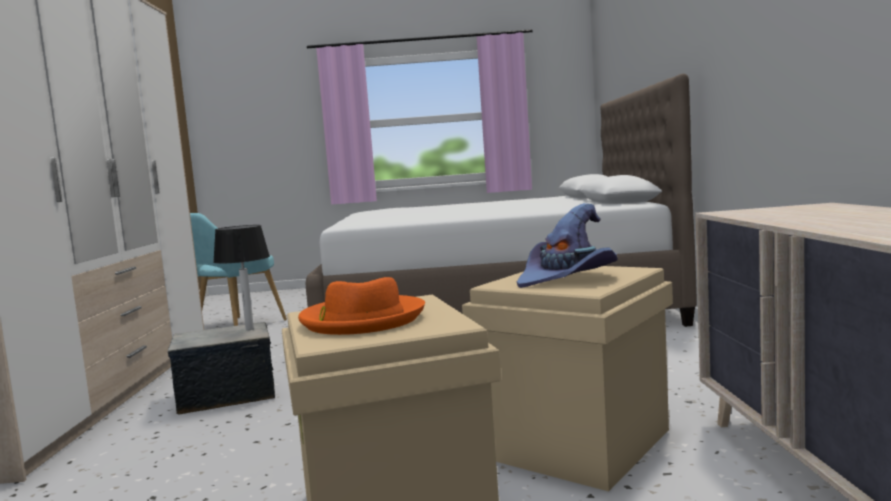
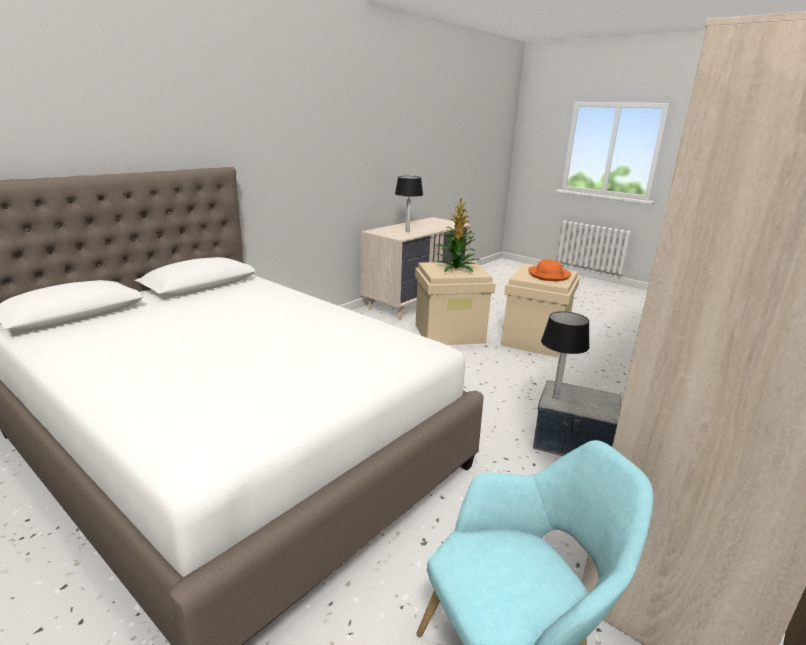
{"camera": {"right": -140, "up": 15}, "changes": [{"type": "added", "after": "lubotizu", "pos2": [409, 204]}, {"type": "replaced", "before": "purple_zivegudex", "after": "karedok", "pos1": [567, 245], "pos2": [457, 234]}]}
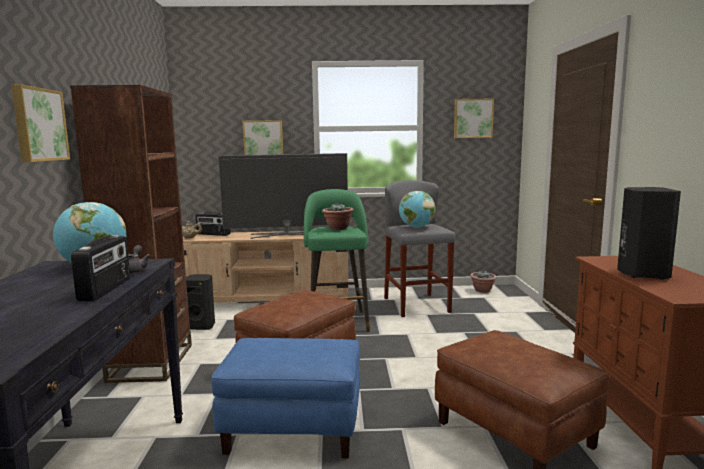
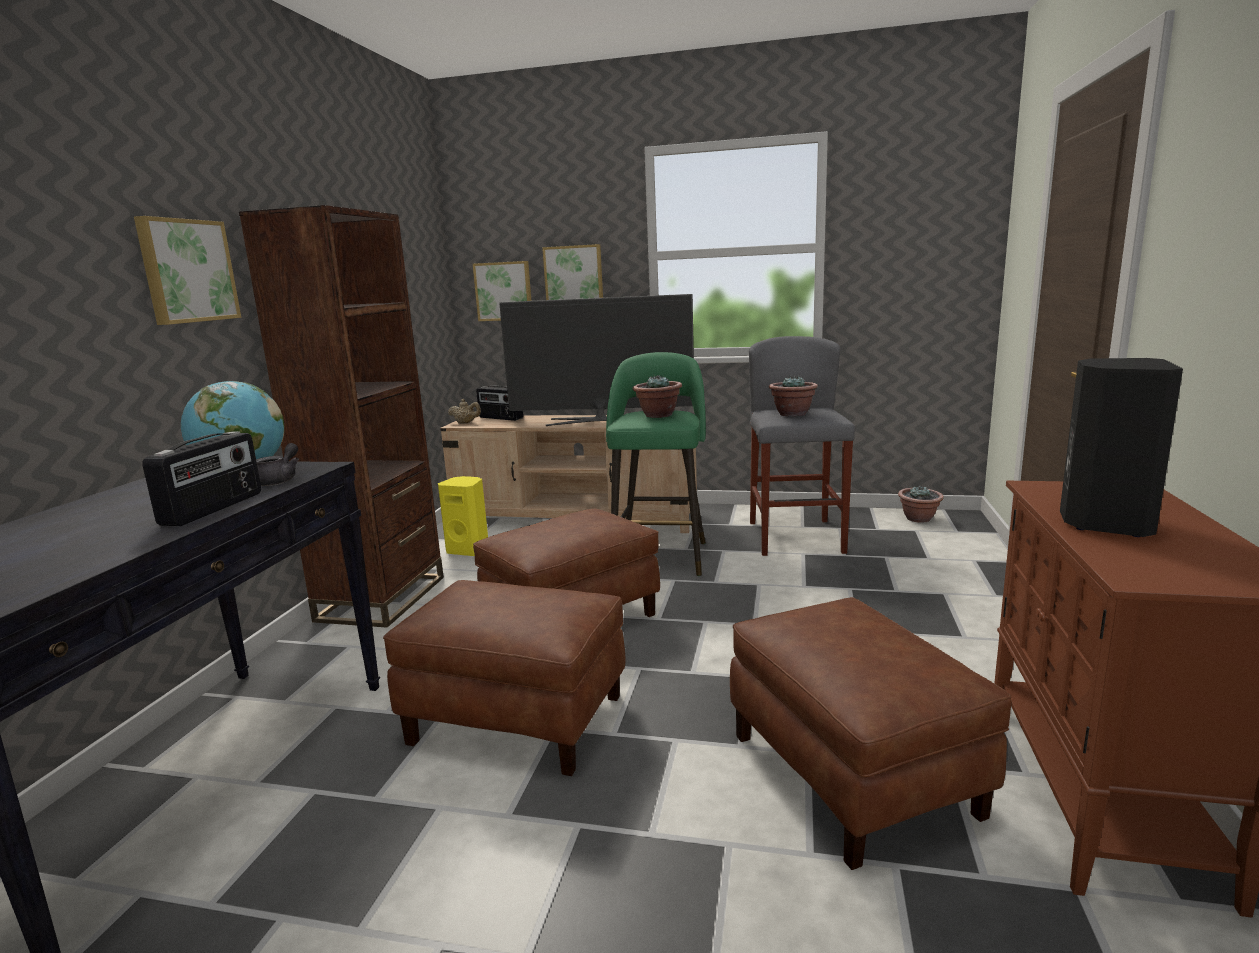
{"camera": {"right": 15, "up": 5}, "changes": [{"type": "recoloured", "before": "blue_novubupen", "after": "brown_novubupen", "pos1": [285, 398], "pos2": [504, 678]}, {"type": "recoloured", "before": "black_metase", "after": "yellow_metase", "pos1": [200, 302], "pos2": [463, 516]}, {"type": "moved", "before": "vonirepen", "pos1": [474, 118], "pos2": [502, 291]}, {"type": "replaced", "before": "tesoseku", "after": "karedok", "pos1": [417, 209], "pos2": [793, 396]}]}
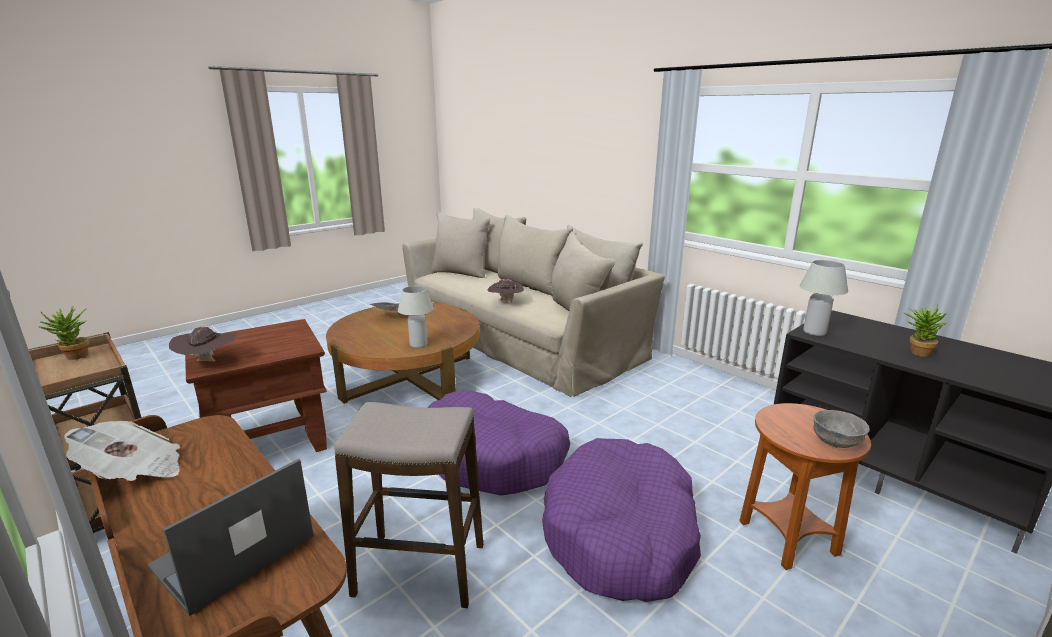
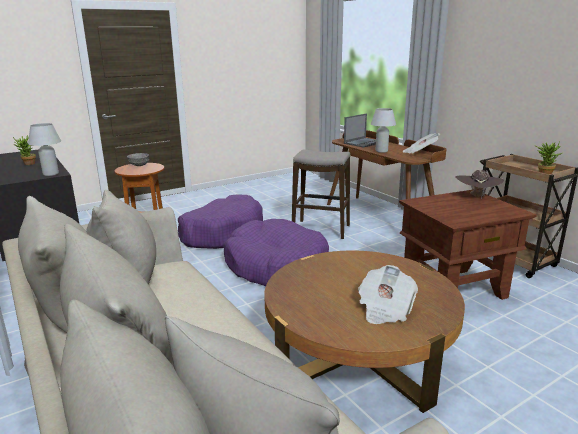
{"camera": {"right": -170, "up": 0}, "changes": [{"type": "moved", "before": "white_lubotizu", "pos1": [416, 317], "pos2": [383, 130]}, {"type": "removed", "before": "brown_zivegudex", "pos1": [505, 290]}]}
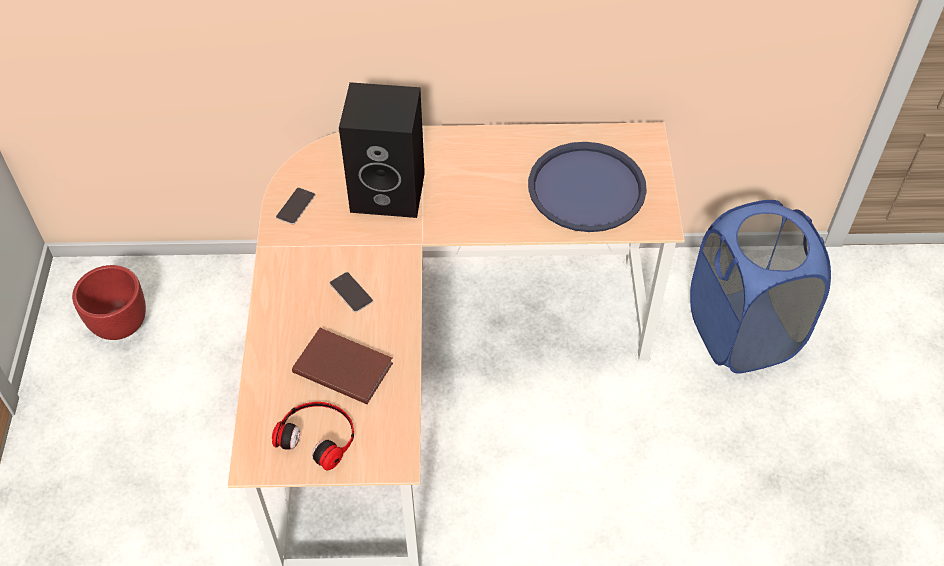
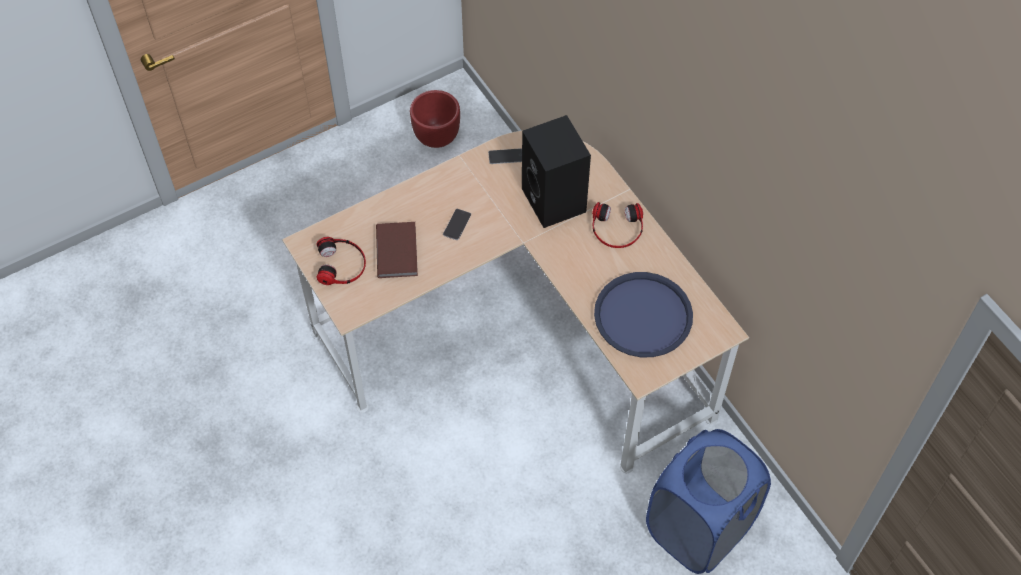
{"camera": {"right": 60, "up": 5}, "changes": [{"type": "added", "after": "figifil", "pos2": [617, 225]}]}
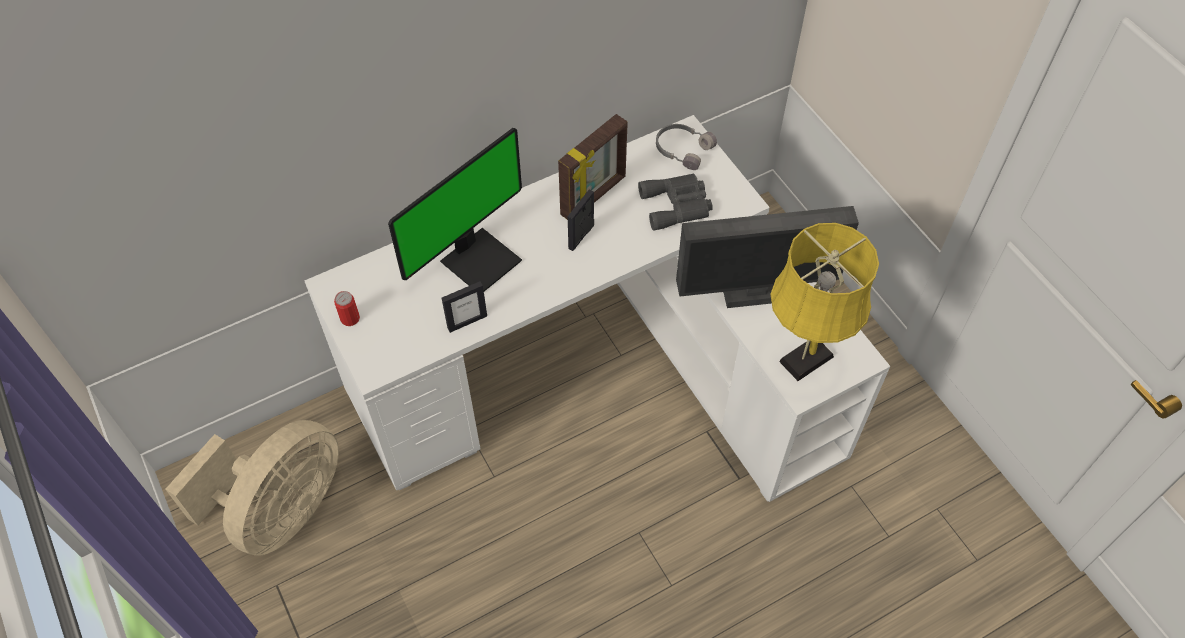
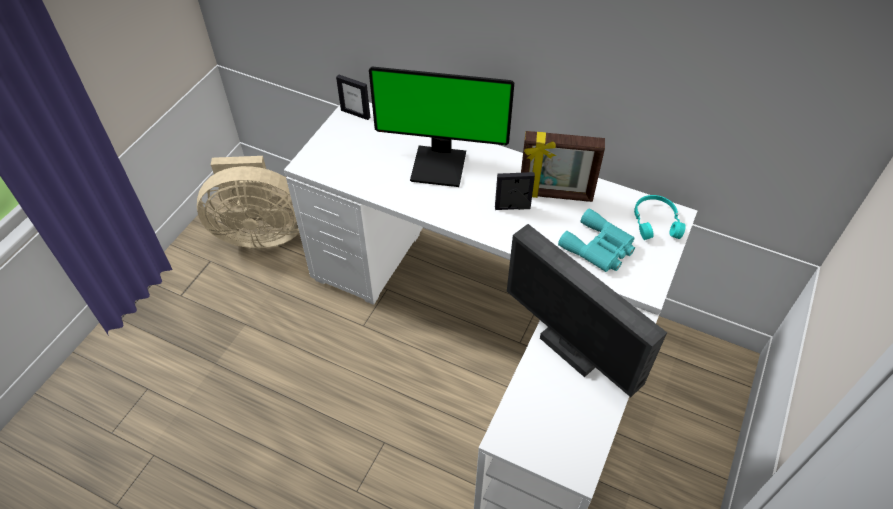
{"camera": {"right": 55, "up": -5}, "changes": [{"type": "moved", "before": "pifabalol", "pos1": [464, 307], "pos2": [353, 97]}, {"type": "recoloured", "before": "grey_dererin", "after": "turquoise_dererin", "pos1": [675, 202], "pos2": [596, 240]}, {"type": "recoloured", "before": "grey_figifil", "after": "turquoise_figifil", "pos1": [686, 147], "pos2": [660, 217]}, {"type": "removed", "before": "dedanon", "pos1": [347, 308]}, {"type": "removed", "before": "yellow_lubotizu", "pos1": [824, 302]}]}
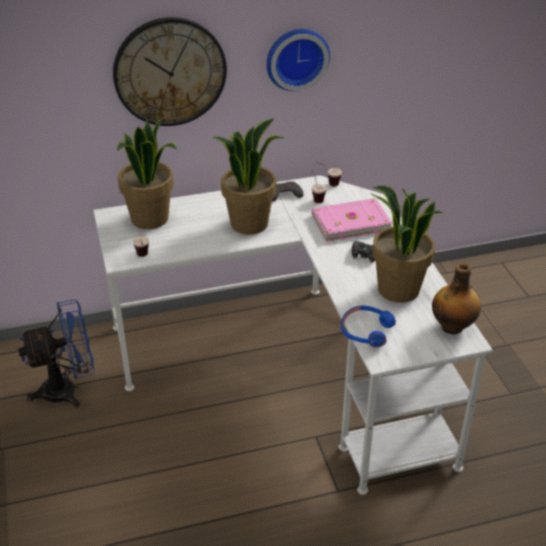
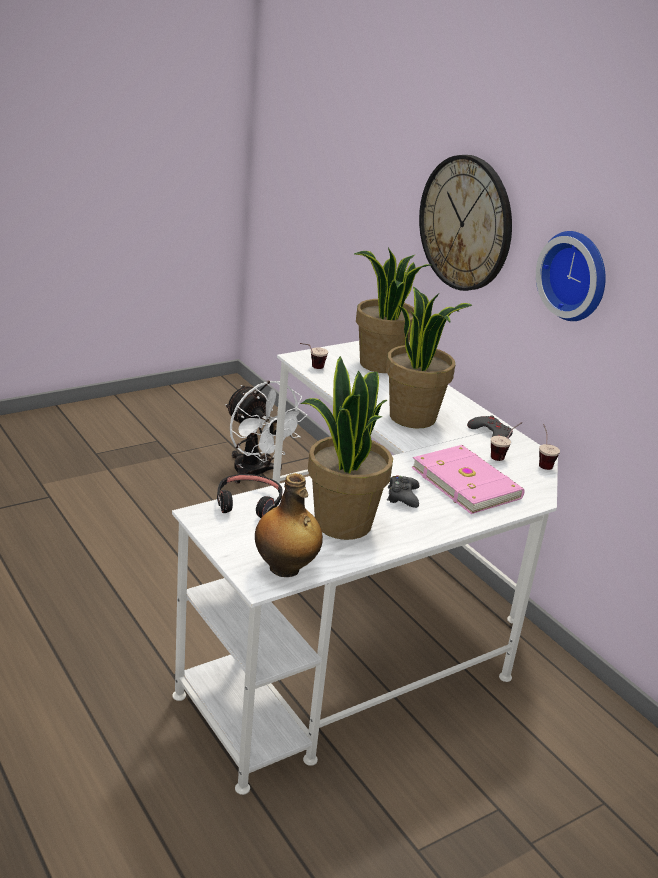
{"camera": {"right": 70, "up": -10}, "changes": [{"type": "recoloured", "before": "blue_figifil", "after": "black_figifil", "pos1": [368, 326], "pos2": [250, 496]}, {"type": "recoloured", "before": "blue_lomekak", "after": "white_lomekak", "pos1": [56, 353], "pos2": [266, 432]}]}
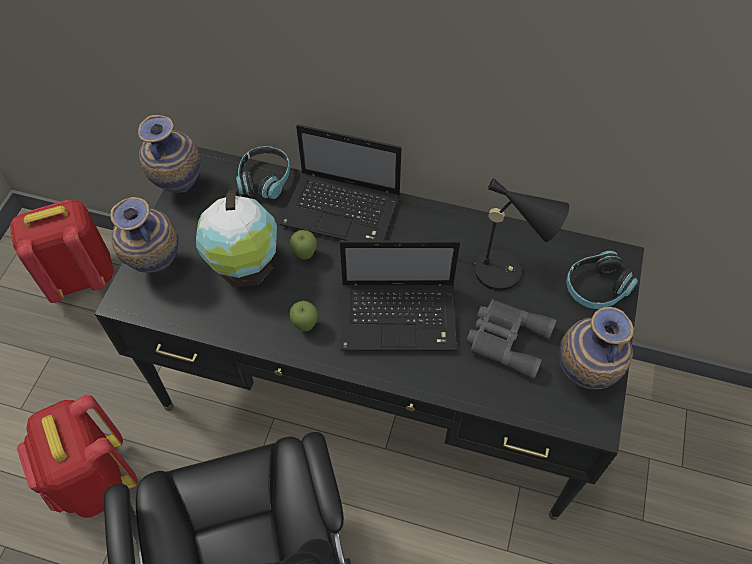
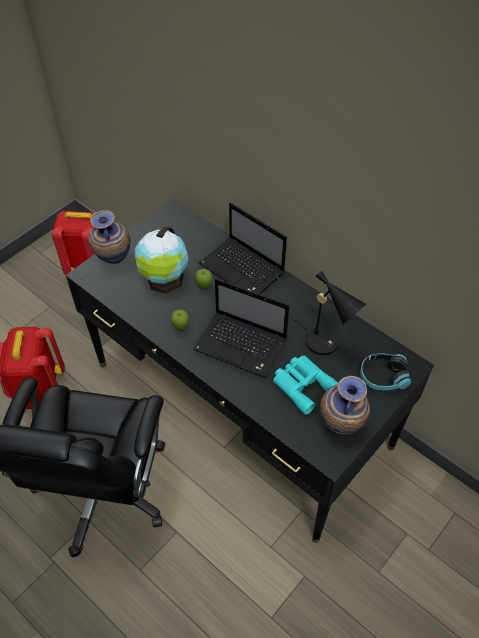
{"camera": {"right": 25, "up": -5}, "changes": [{"type": "recoloured", "before": "grey_dererin", "after": "turquoise_dererin", "pos1": [511, 339], "pos2": [305, 385]}, {"type": "removed", "before": "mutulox", "pos1": [169, 154]}, {"type": "removed", "before": "figifil", "pos1": [263, 172]}]}
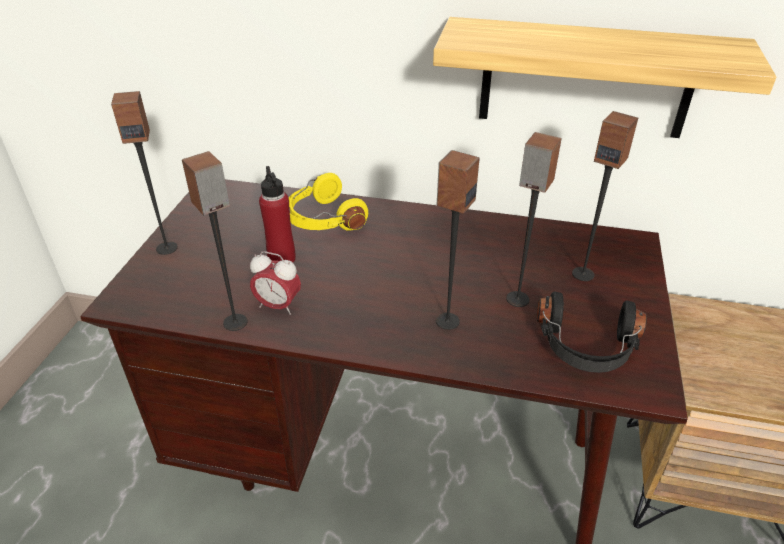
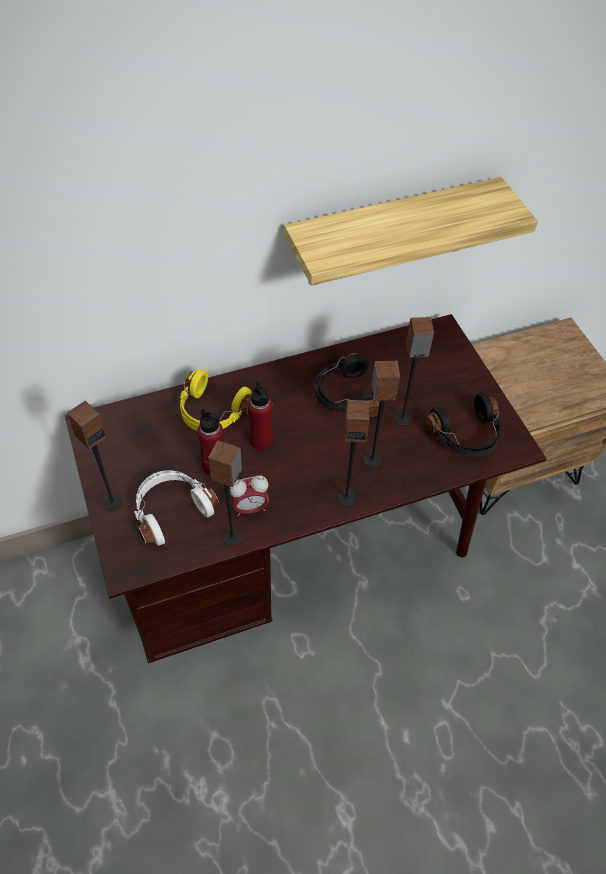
{"camera": {"right": -35, "up": 15}, "changes": [{"type": "added", "after": "white_figifil", "pos2": [176, 508]}, {"type": "added", "after": "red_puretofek", "pos2": [260, 415]}, {"type": "added", "after": "black_figifil", "pos2": [347, 385]}, {"type": "moved", "before": "metase", "pos1": [605, 196], "pos2": [353, 453]}]}
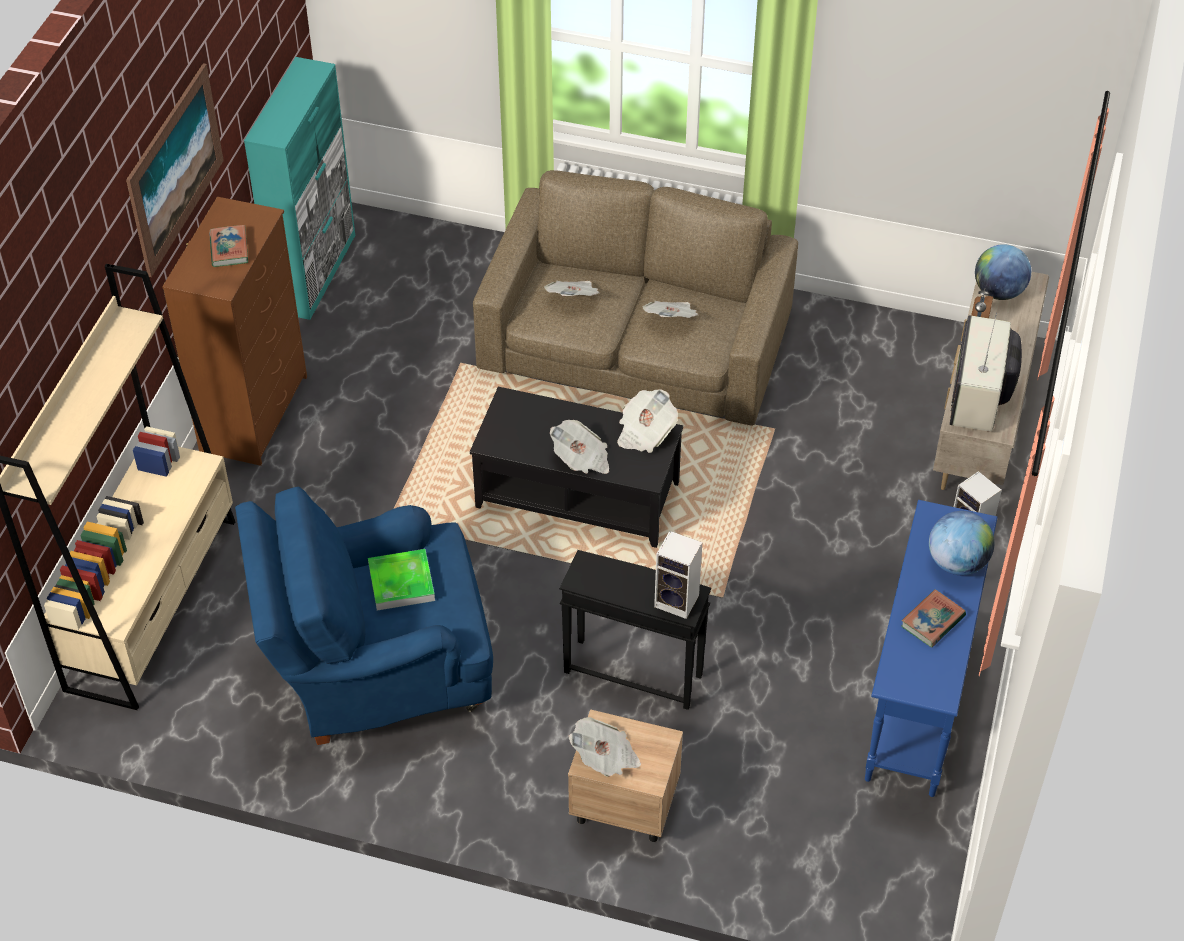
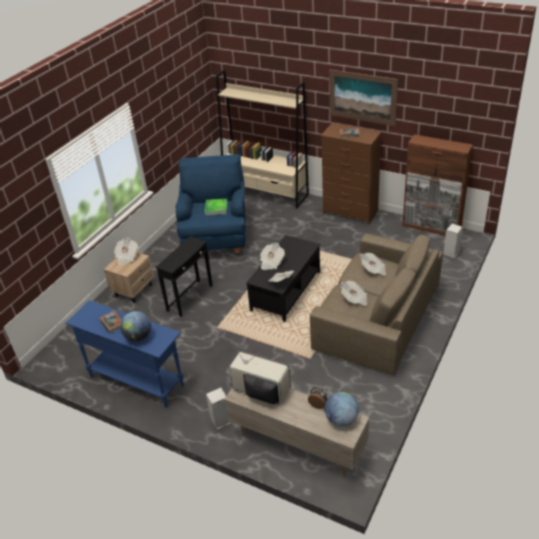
{"camera": {"right": 105, "up": -10}, "changes": [{"type": "recoloured", "before": "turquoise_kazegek", "after": "brown_kazegek", "pos1": [299, 188], "pos2": [437, 185]}, {"type": "moved", "before": "metase", "pos1": [678, 575], "pos2": [453, 240]}]}
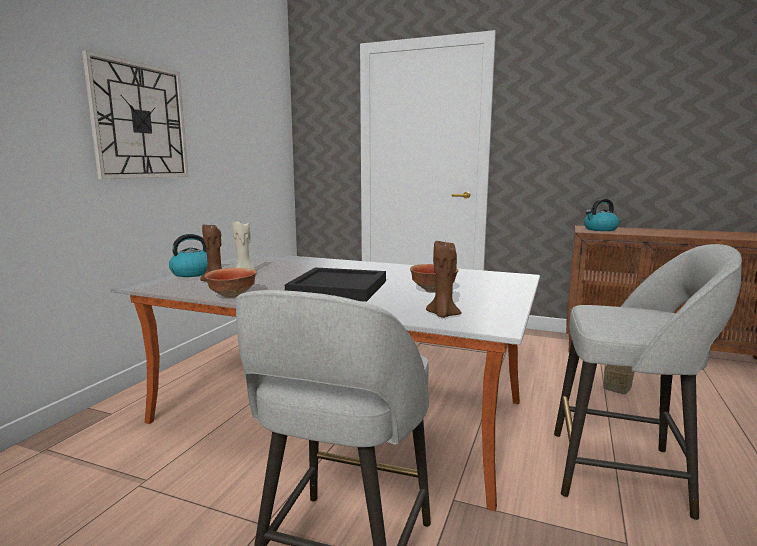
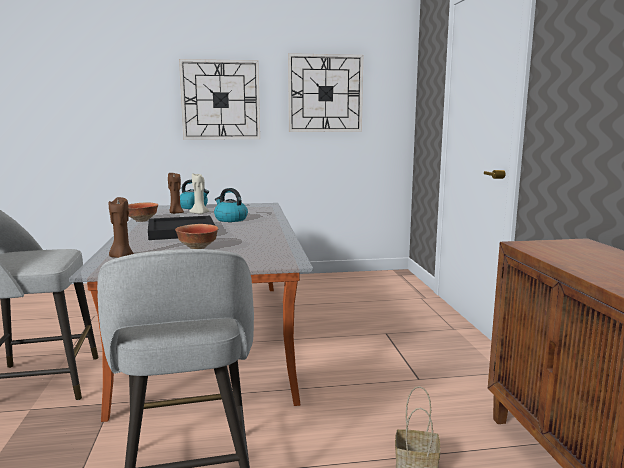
{"camera": {"right": 60, "up": 0}, "changes": [{"type": "moved", "before": "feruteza", "pos1": [602, 215], "pos2": [231, 205]}, {"type": "added", "after": "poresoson", "pos2": [325, 92]}]}
